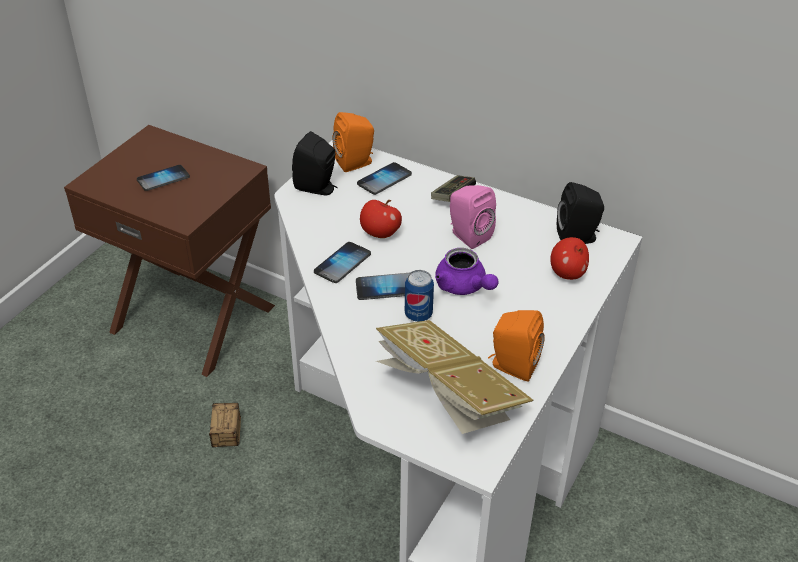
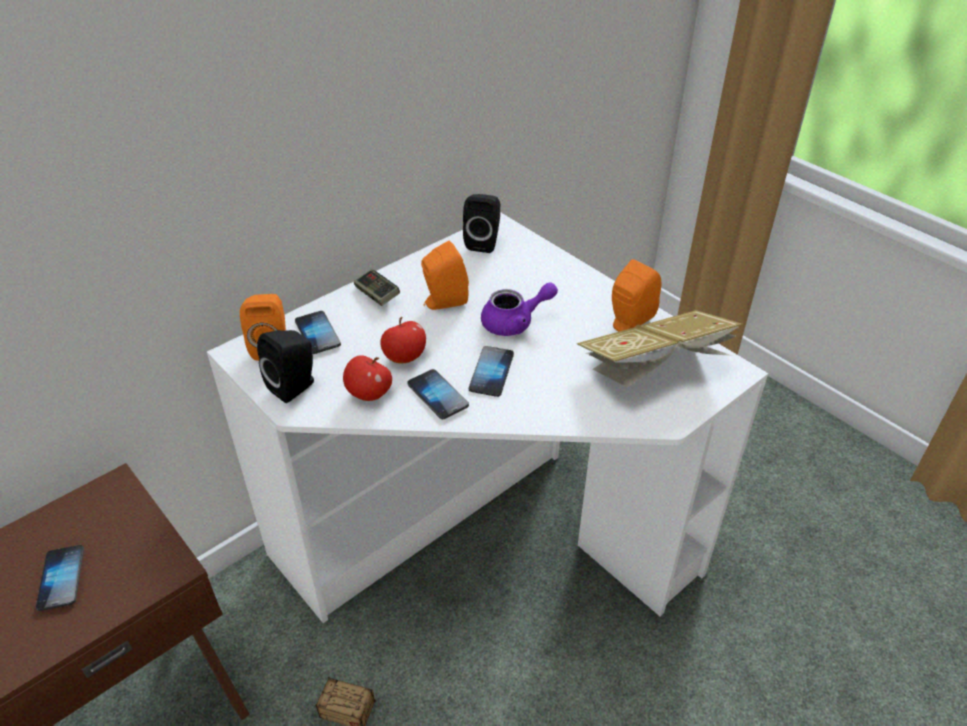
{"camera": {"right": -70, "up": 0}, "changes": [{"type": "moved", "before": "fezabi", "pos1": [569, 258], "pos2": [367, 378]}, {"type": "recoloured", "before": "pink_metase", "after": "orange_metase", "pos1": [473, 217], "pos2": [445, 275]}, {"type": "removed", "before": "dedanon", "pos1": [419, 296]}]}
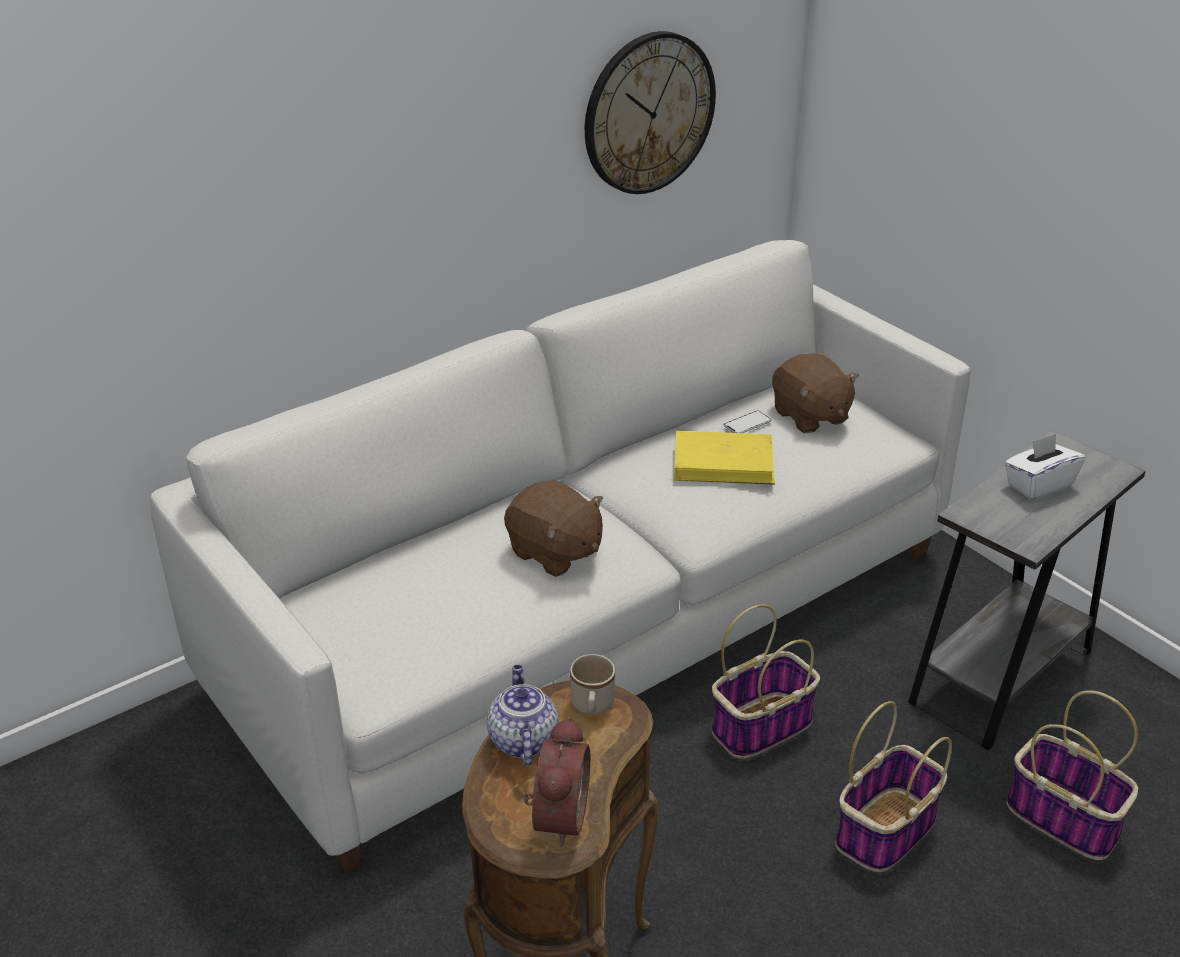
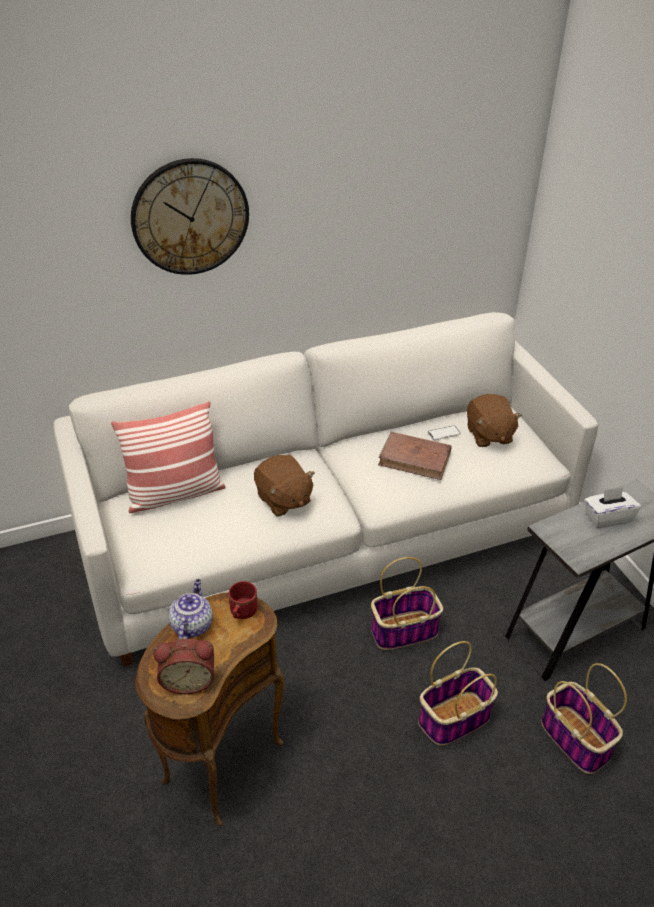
{"camera": {"right": 15, "up": 5}, "changes": [{"type": "added", "after": "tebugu", "pos2": [168, 457]}, {"type": "moved", "before": "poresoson", "pos1": [650, 112], "pos2": [190, 216]}, {"type": "turned", "before": "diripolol", "pos1": [557, 782], "pos2": [183, 666], "turn": 60}, {"type": "recoloured", "before": "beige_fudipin", "after": "red_fudipin", "pos1": [592, 684], "pos2": [243, 600]}, {"type": "recoloured", "before": "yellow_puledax", "after": "brown_puledax", "pos1": [724, 458], "pos2": [415, 456]}]}
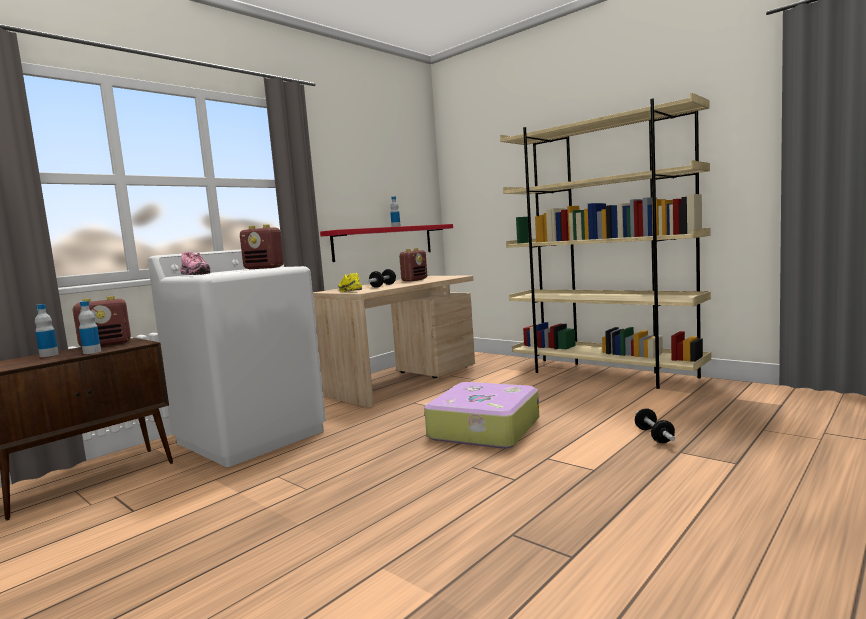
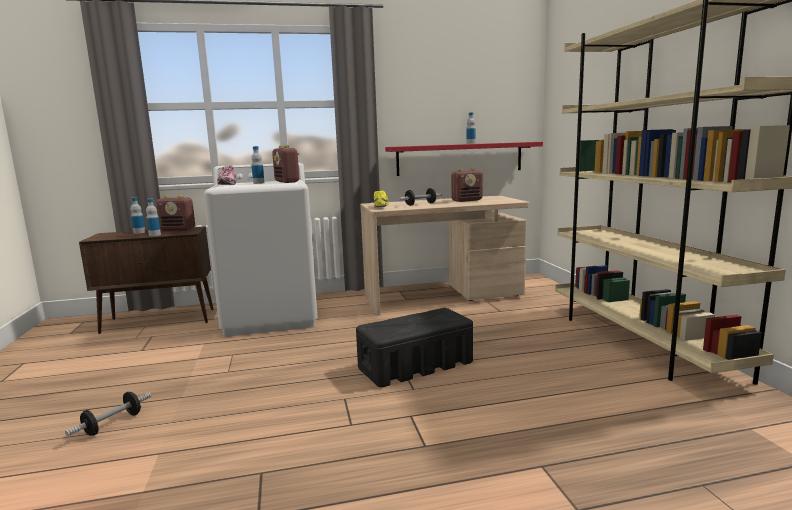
{"camera": {"right": 35, "up": 5}, "changes": [{"type": "moved", "before": "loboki", "pos1": [655, 425], "pos2": [108, 414]}, {"type": "added", "after": "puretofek", "pos2": [258, 165]}, {"type": "replaced", "before": "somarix", "after": "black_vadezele", "pos1": [481, 415], "pos2": [414, 347]}]}
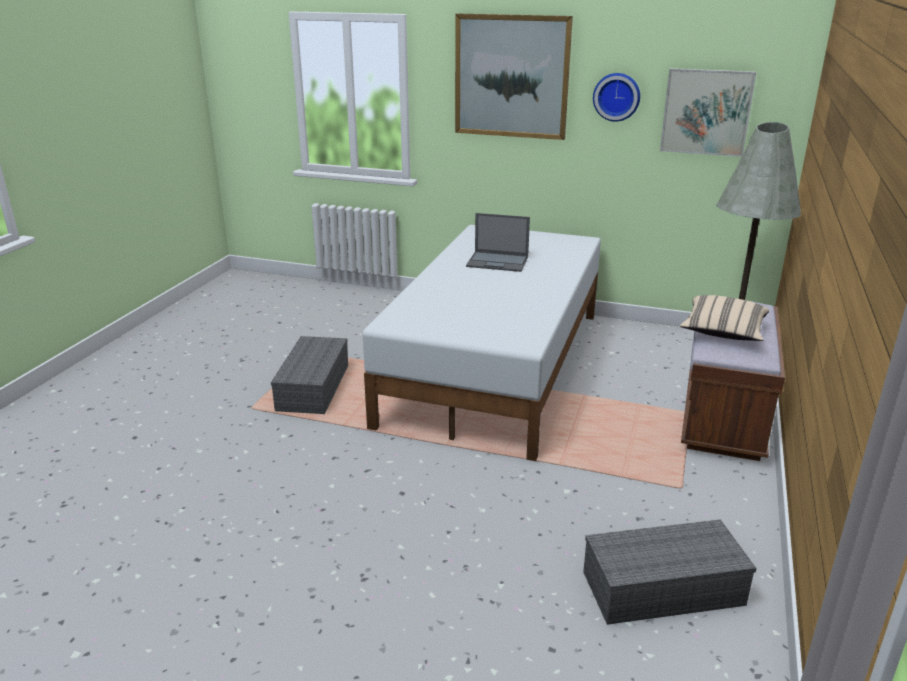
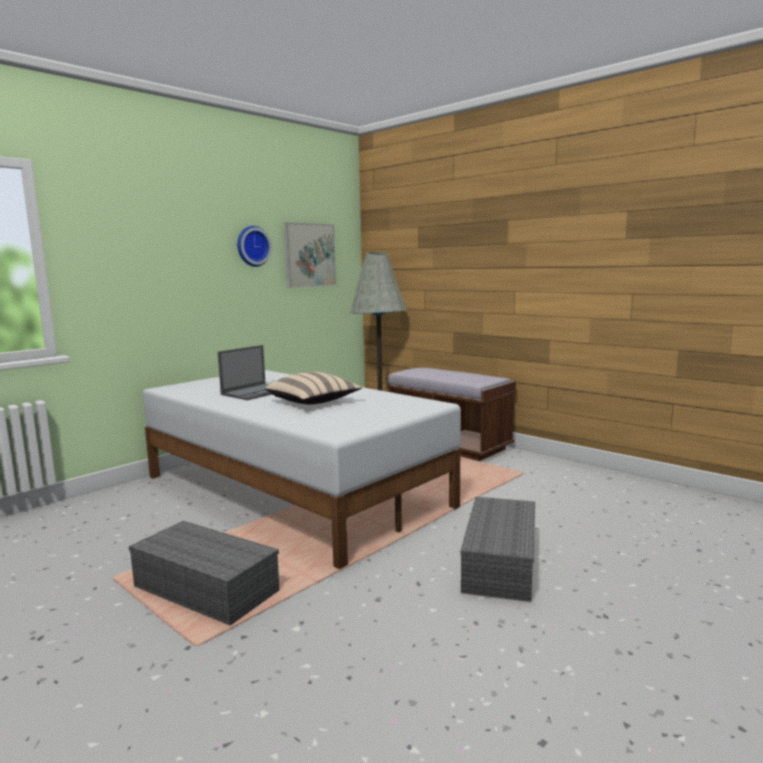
{"camera": {"right": -65, "up": -15}, "changes": [{"type": "moved", "before": "beige_tebugu", "pos1": [724, 318], "pos2": [313, 388]}, {"type": "moved", "before": "grey_vadezele", "pos1": [670, 572], "pos2": [497, 549]}, {"type": "removed", "before": "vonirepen", "pos1": [514, 77]}]}
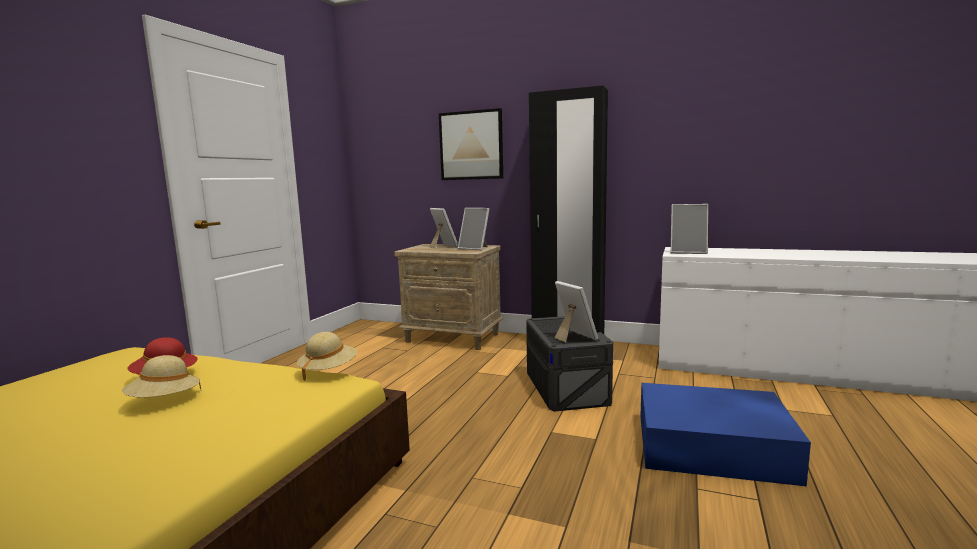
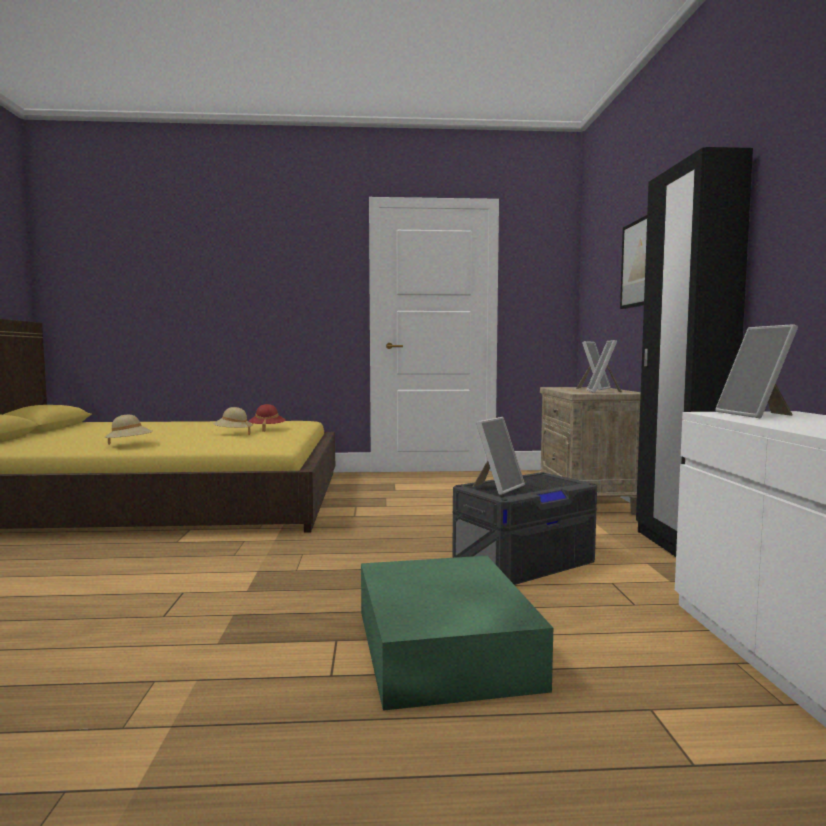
{"camera": {"right": 65, "up": -5}, "changes": [{"type": "moved", "before": "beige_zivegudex", "pos1": [326, 356], "pos2": [128, 430]}, {"type": "recoloured", "before": "blue_vadezele", "after": "green_vadezele", "pos1": [725, 434], "pos2": [457, 633]}]}
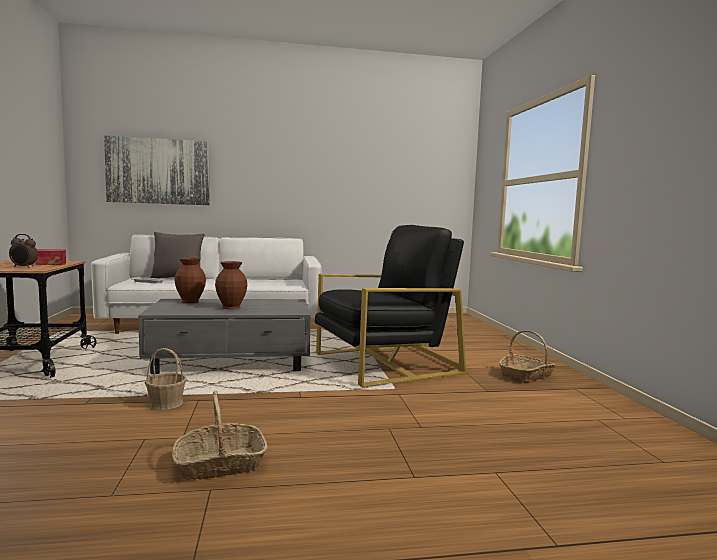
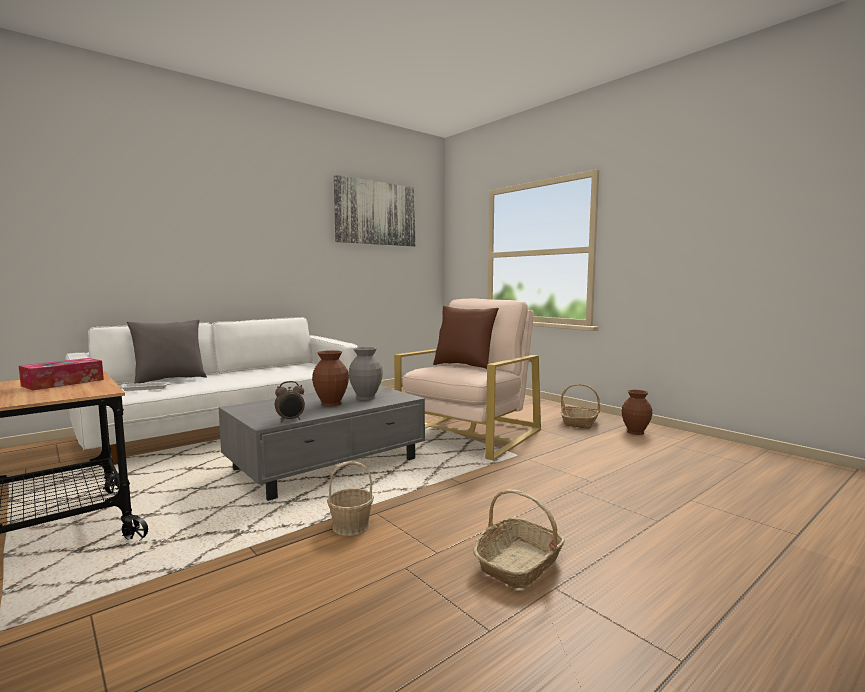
{"camera": {"right": -30, "up": 0}, "changes": [{"type": "moved", "before": "diripolol", "pos1": [23, 251], "pos2": [290, 401]}, {"type": "moved", "before": "vonirepen", "pos1": [157, 170], "pos2": [375, 211]}, {"type": "added", "after": "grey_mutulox", "pos2": [366, 373]}, {"type": "recoloured", "before": "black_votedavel", "after": "beige_votedavel", "pos1": [391, 306], "pos2": [467, 379]}, {"type": "added", "after": "brown_tebugu", "pos2": [466, 337]}, {"type": "moved", "before": "brown_mutulox", "pos1": [190, 280], "pos2": [637, 412]}]}
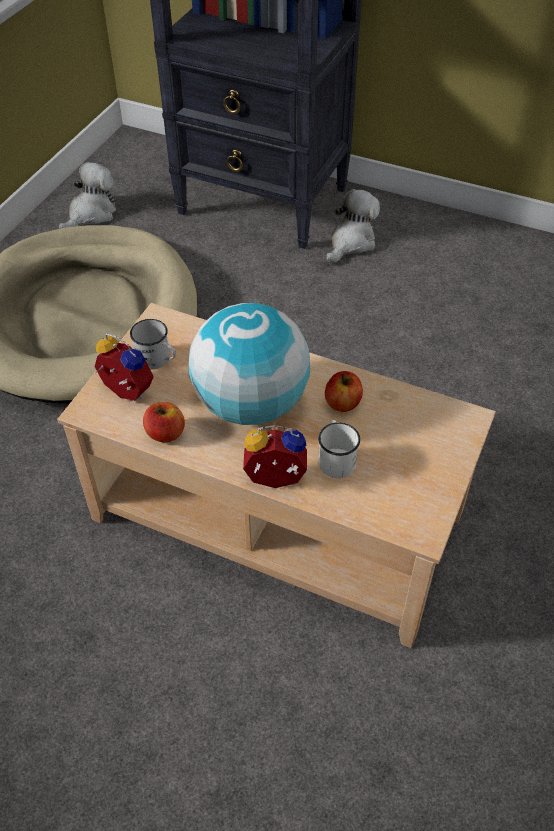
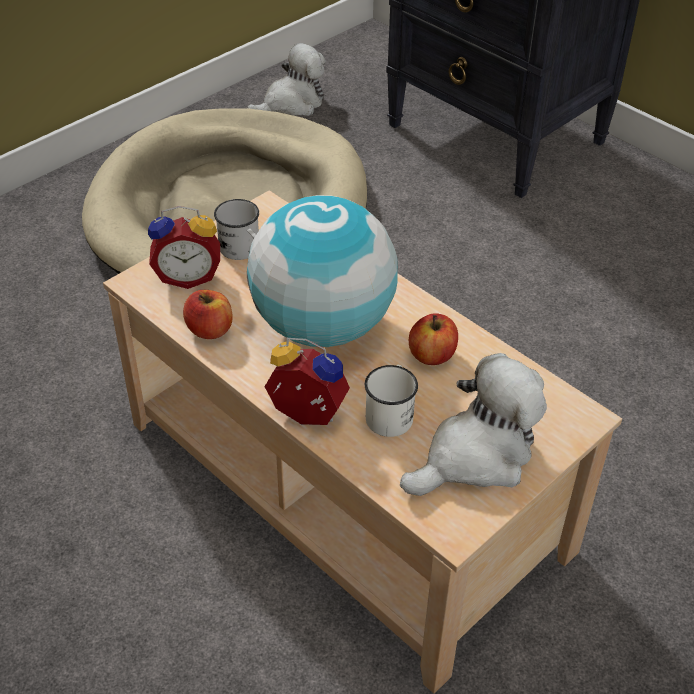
{"camera": {"right": 20, "up": -5}, "changes": [{"type": "turned", "before": "diripolol", "pos1": [124, 367], "pos2": [184, 247], "turn": 120}, {"type": "moved", "before": "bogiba", "pos1": [353, 226], "pos2": [473, 424]}]}
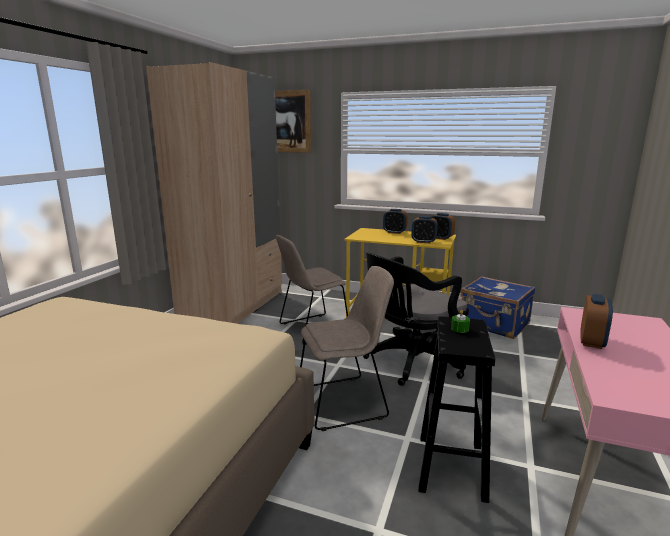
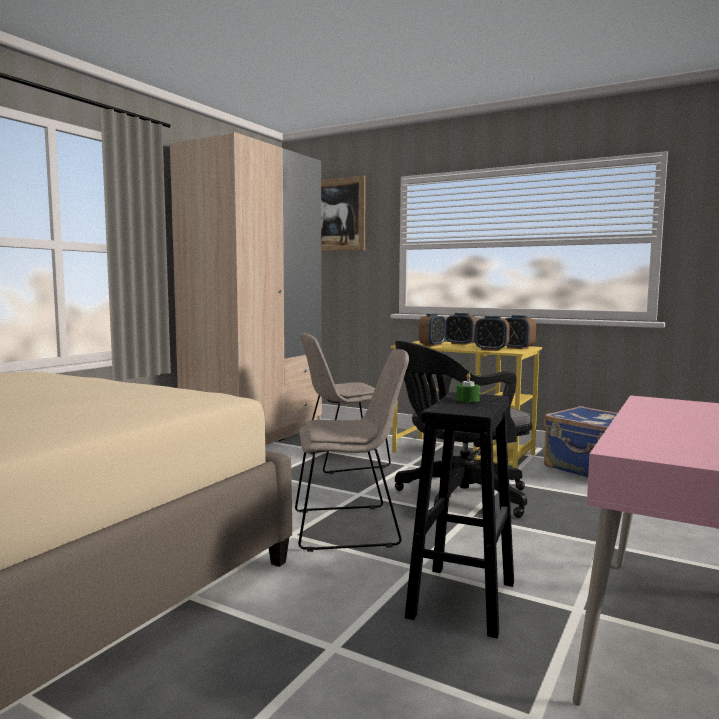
{"camera": {"right": 10, "up": -10}, "changes": [{"type": "moved", "before": "diripolol", "pos1": [596, 321], "pos2": [432, 330]}]}
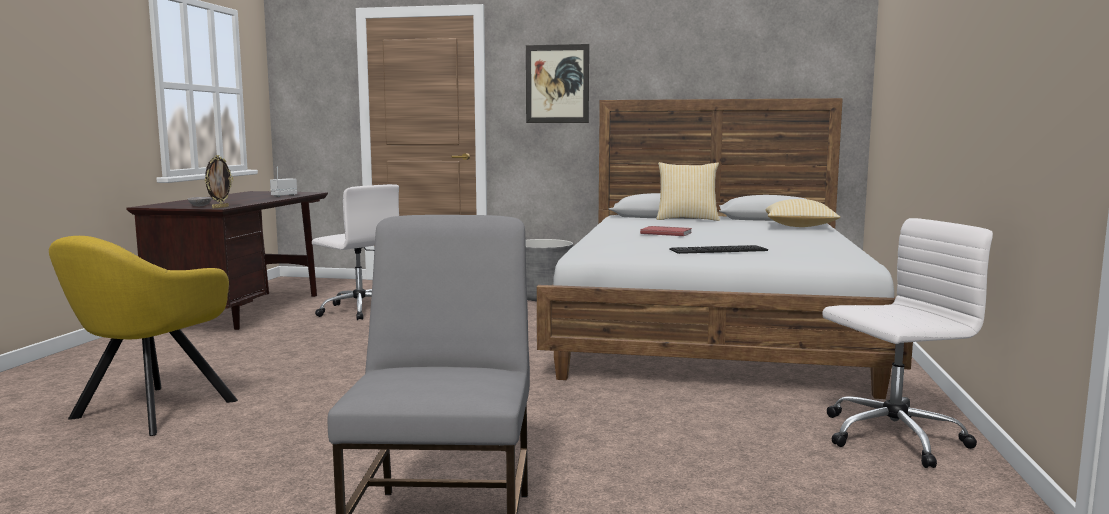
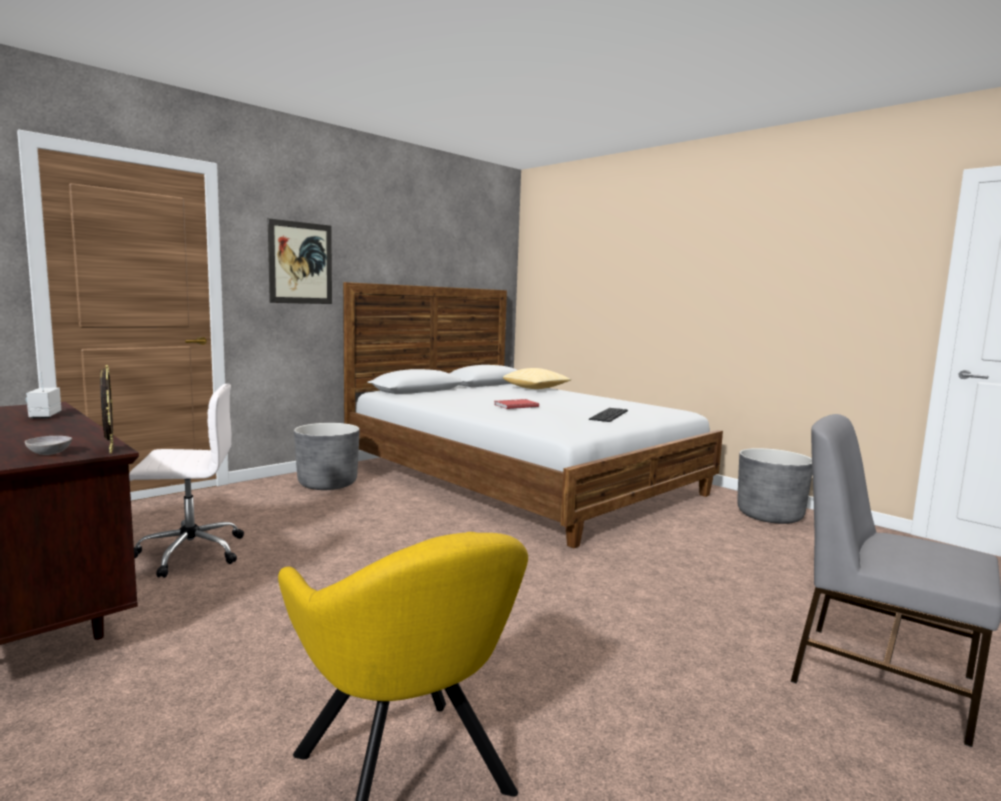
{"camera": {"right": -55, "up": 0}, "changes": [{"type": "replaced", "before": "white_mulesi", "after": "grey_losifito", "pos1": [907, 343], "pos2": [775, 486]}, {"type": "removed", "before": "tebugu", "pos1": [688, 191]}]}
